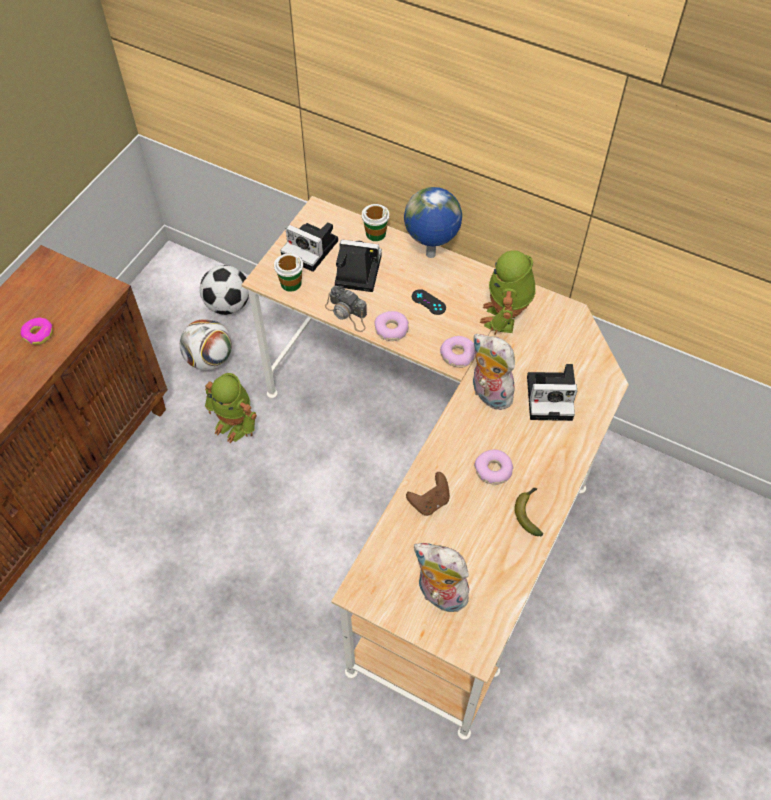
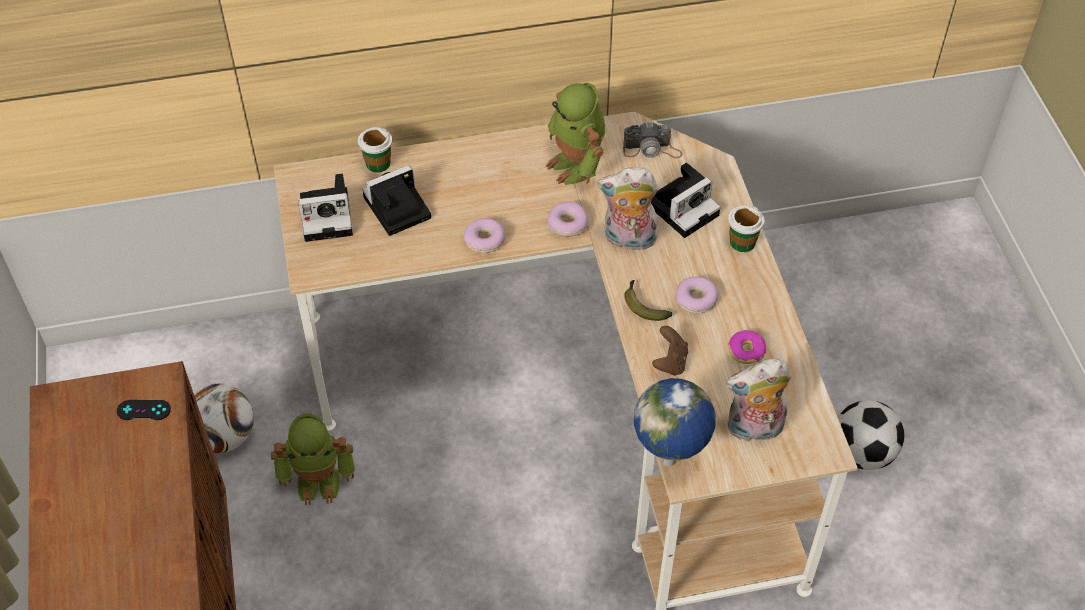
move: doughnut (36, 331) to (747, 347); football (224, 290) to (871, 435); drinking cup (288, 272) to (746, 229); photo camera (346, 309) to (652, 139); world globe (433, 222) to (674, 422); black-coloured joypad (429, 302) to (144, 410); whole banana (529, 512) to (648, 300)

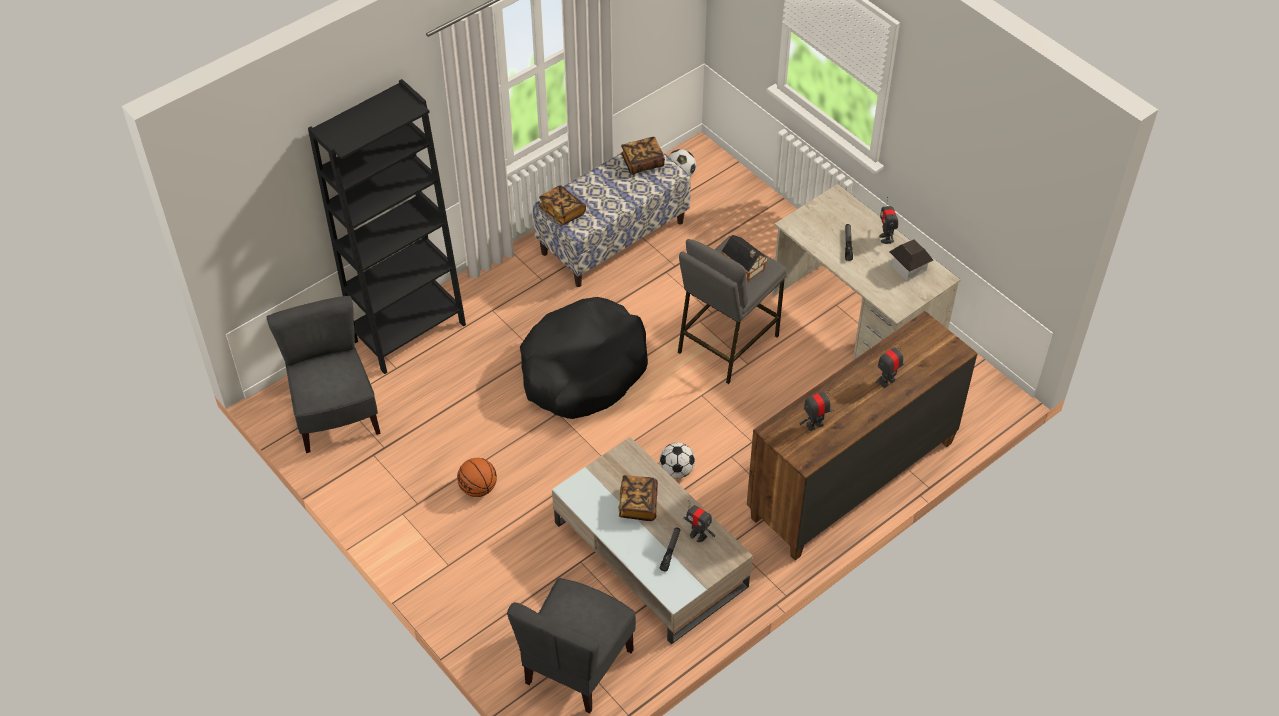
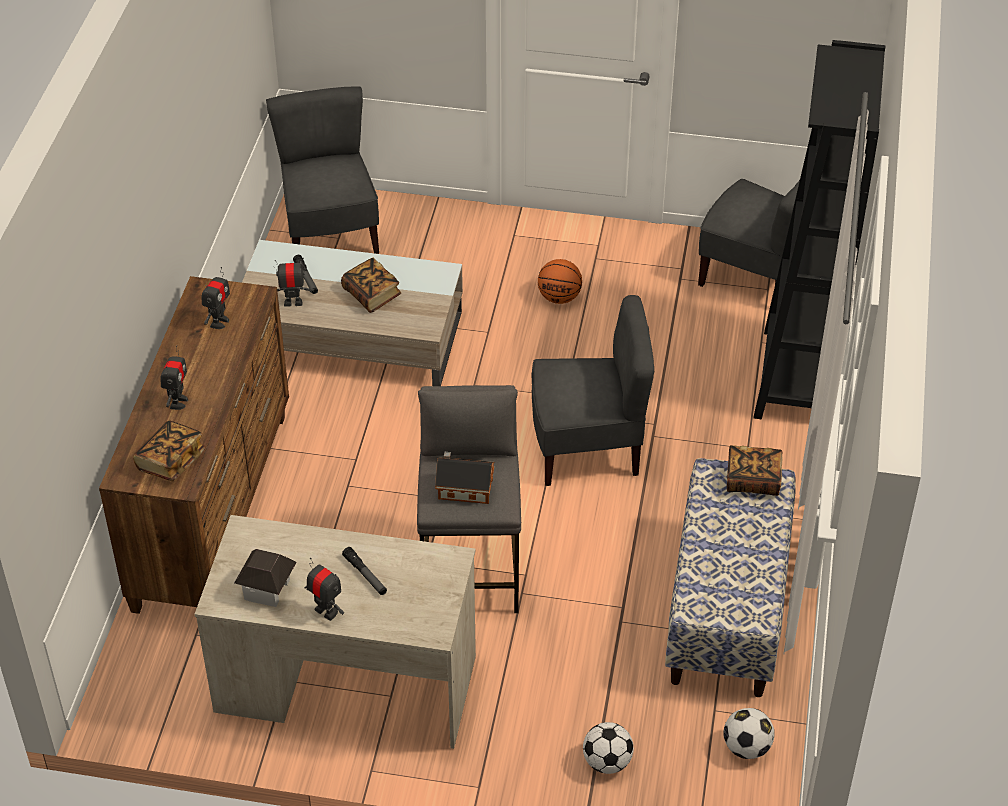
move: volume (643, 156) to (169, 450); football (677, 460) to (608, 748)
replace: black-coloured pet bed (584, 358) to gray plain chair (593, 390)

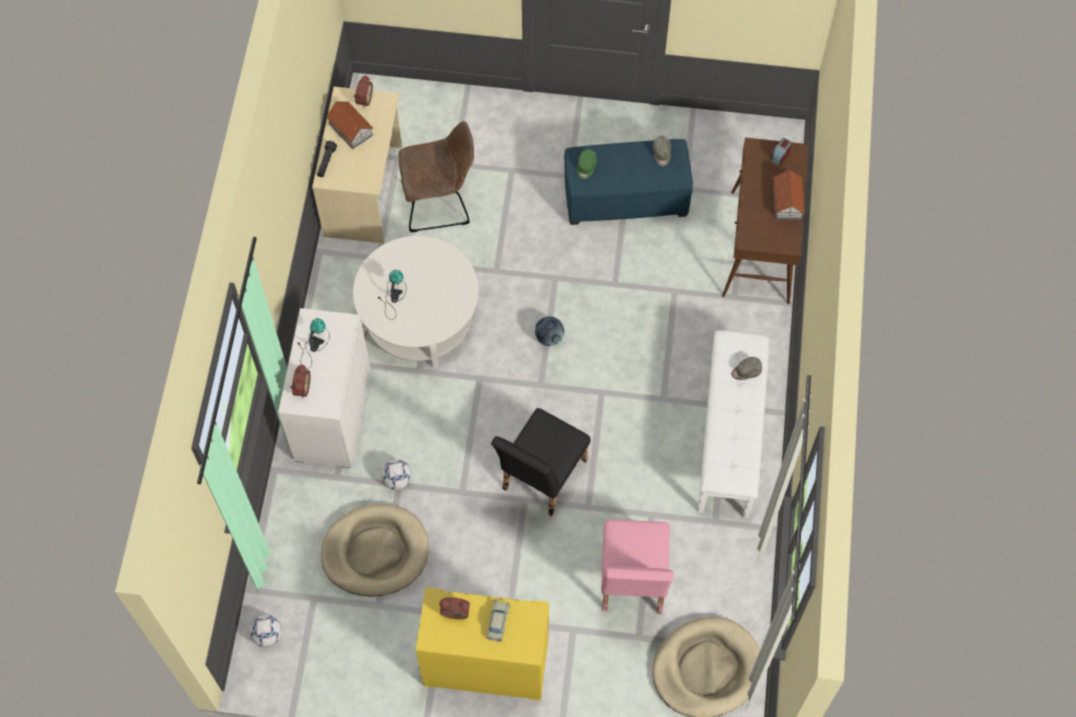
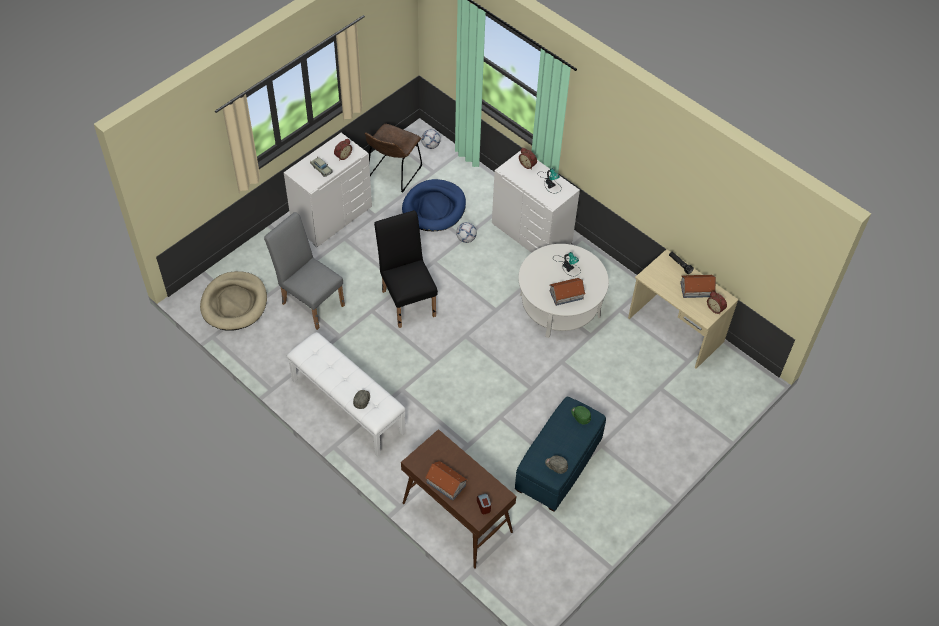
delete: football (549, 331)
insert: model house (567, 292)
move: brown-coloured plain chair (436, 176) to (393, 158)
recolor: beige-coloured pet bed (375, 550) to blue-coloured pet bed (434, 205); yellow-coloured chest of drawers (482, 644) to whitish chest of drawers (328, 190); pinkish plain chair (637, 566) to gray plain chair (304, 271)

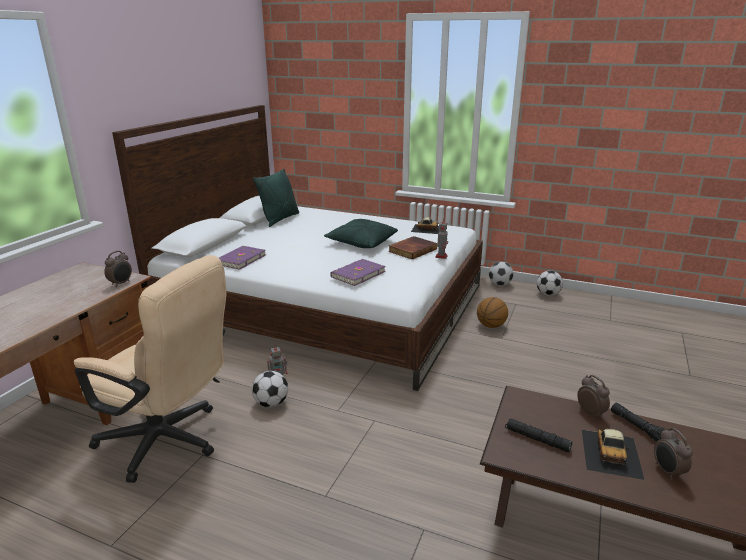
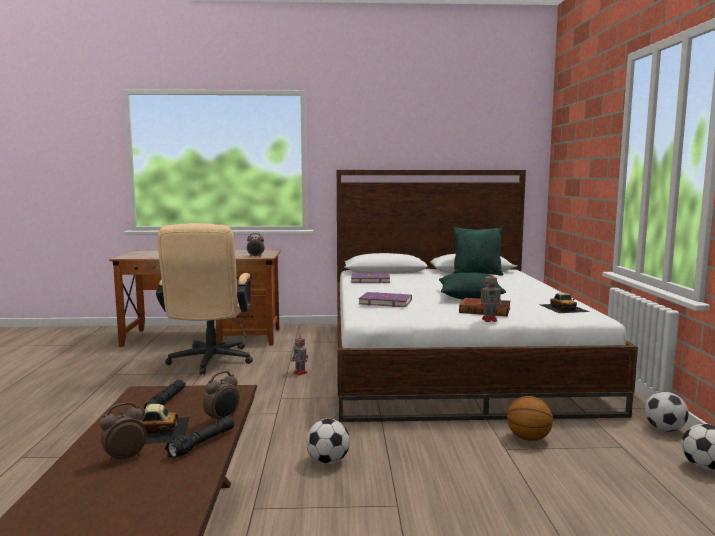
move: football (270, 389) to (328, 441)

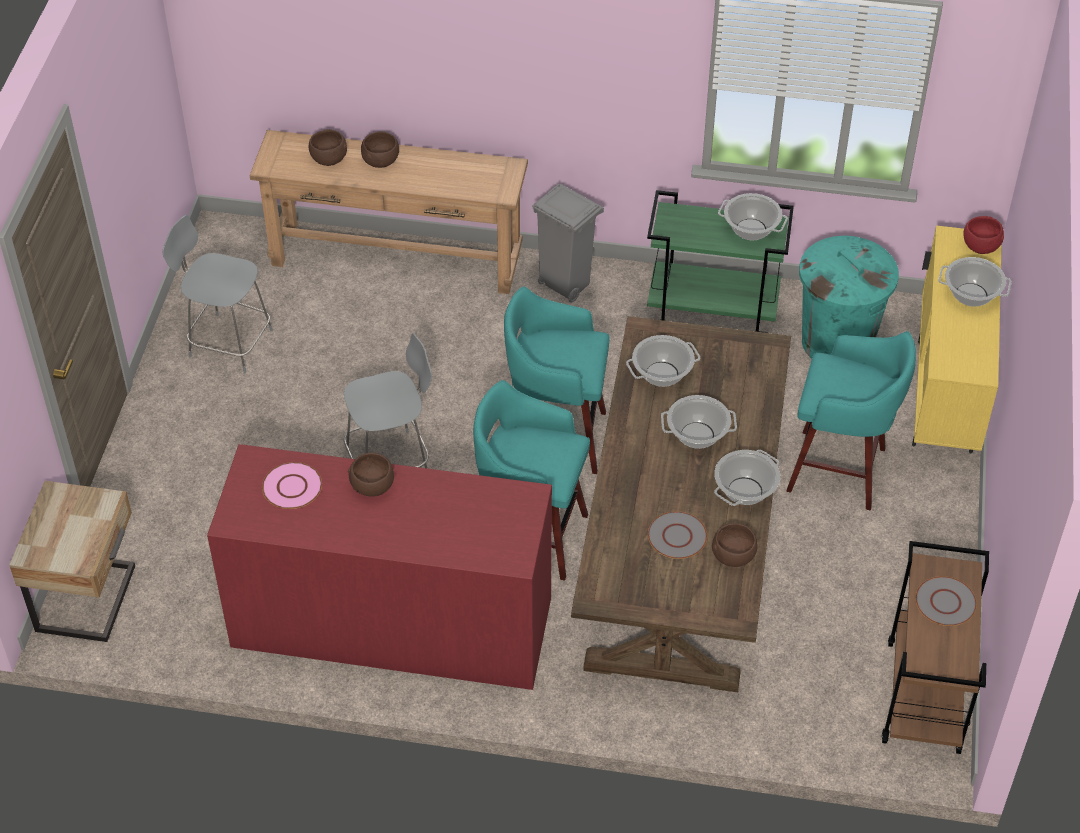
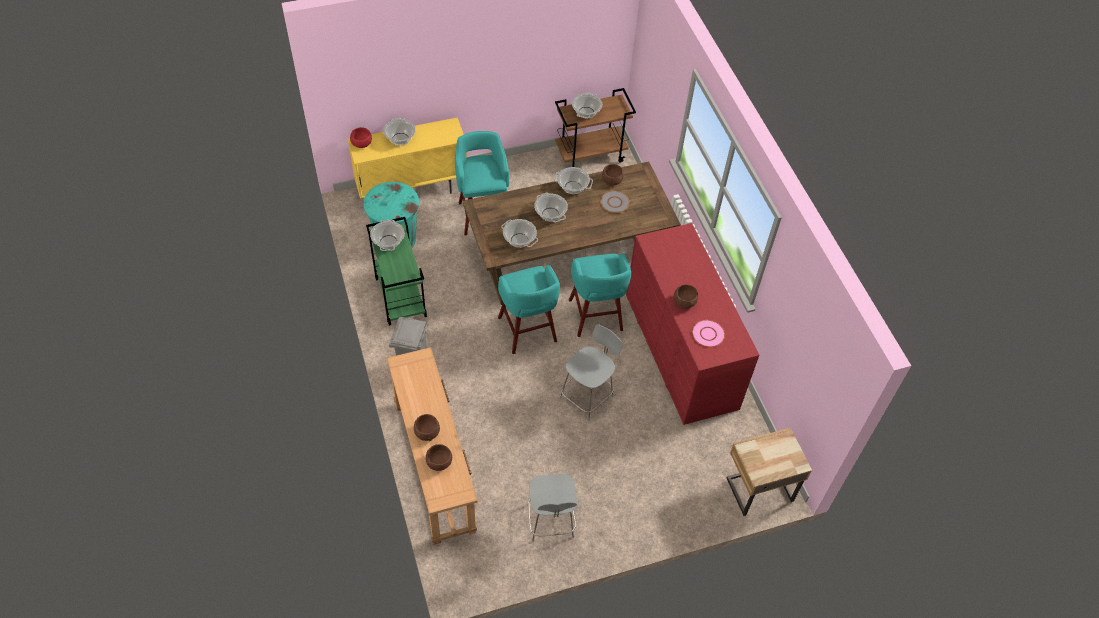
replace: gray dinner plate (946, 601) to stockpot (587, 105)
rotate: gray plain chair (388, 400) = (591, 372) 90 degrees clockwise

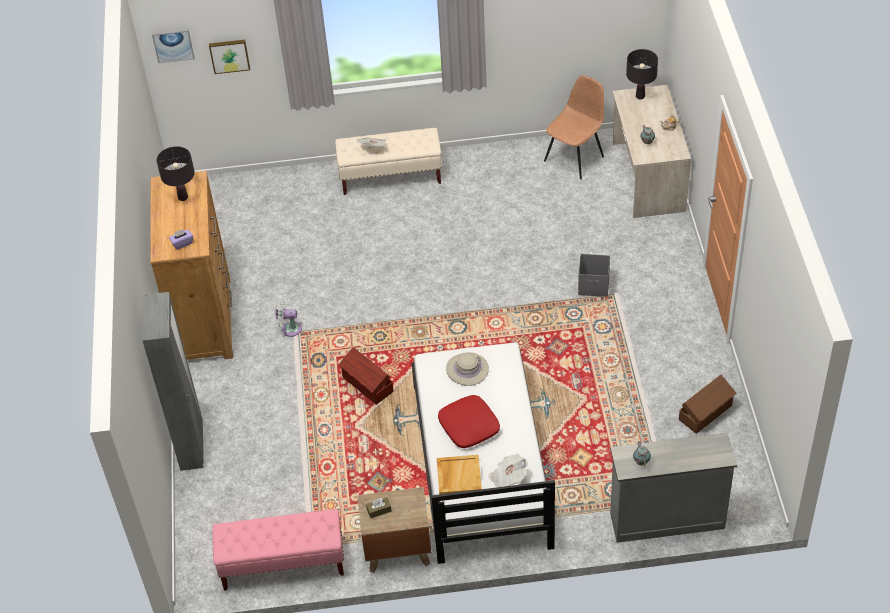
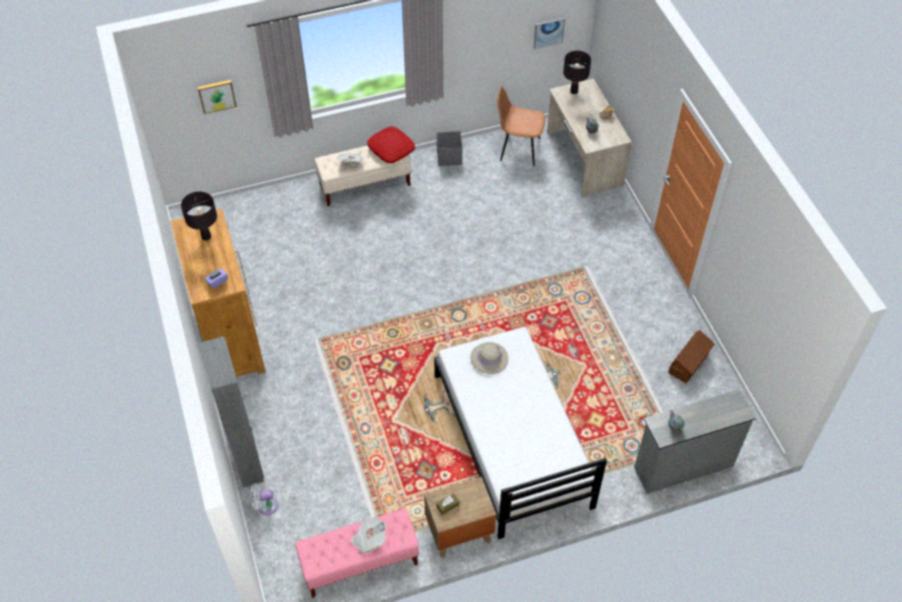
delete: brown-coloured storage box (366, 376); beige-coloured serving tray (459, 475)
move: wall art (173, 46) to (549, 34); whitish fan (288, 318) to (264, 499); reddish throw pillow (469, 421) to (391, 145); printed paper (508, 470) to (369, 535); gray storage box (594, 275) to (449, 148)
rotate: brown-coloured plain chair (574, 127) = (521, 126) 105 degrees counterclockwise

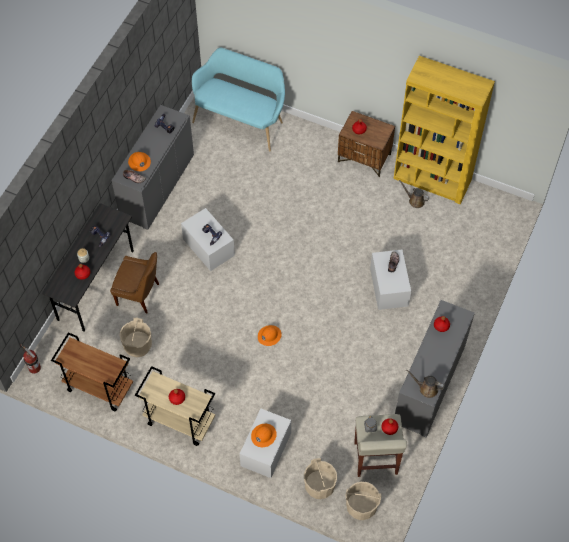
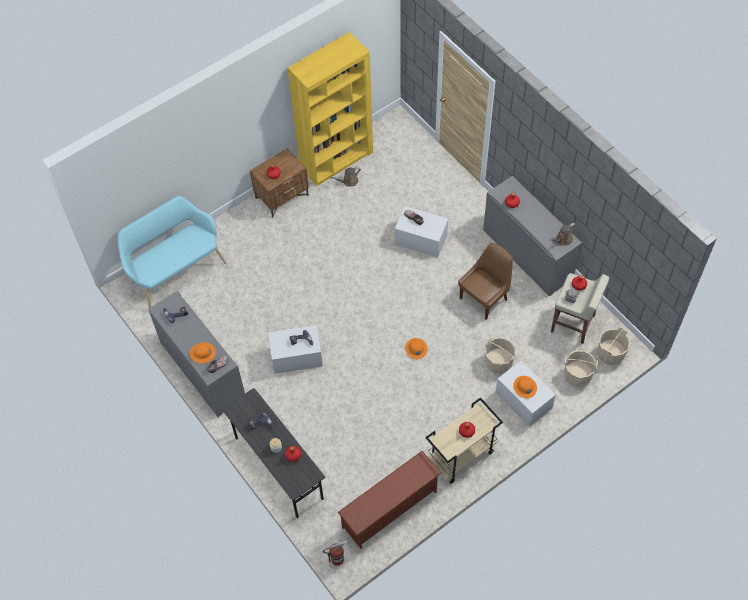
move: brown-coloured plain chair (134, 283) to (485, 281); beige-coloured pail (136, 337) to (500, 355)
replace: brown-coloured cart (92, 371) to brown-coloured shoe stand (389, 500)

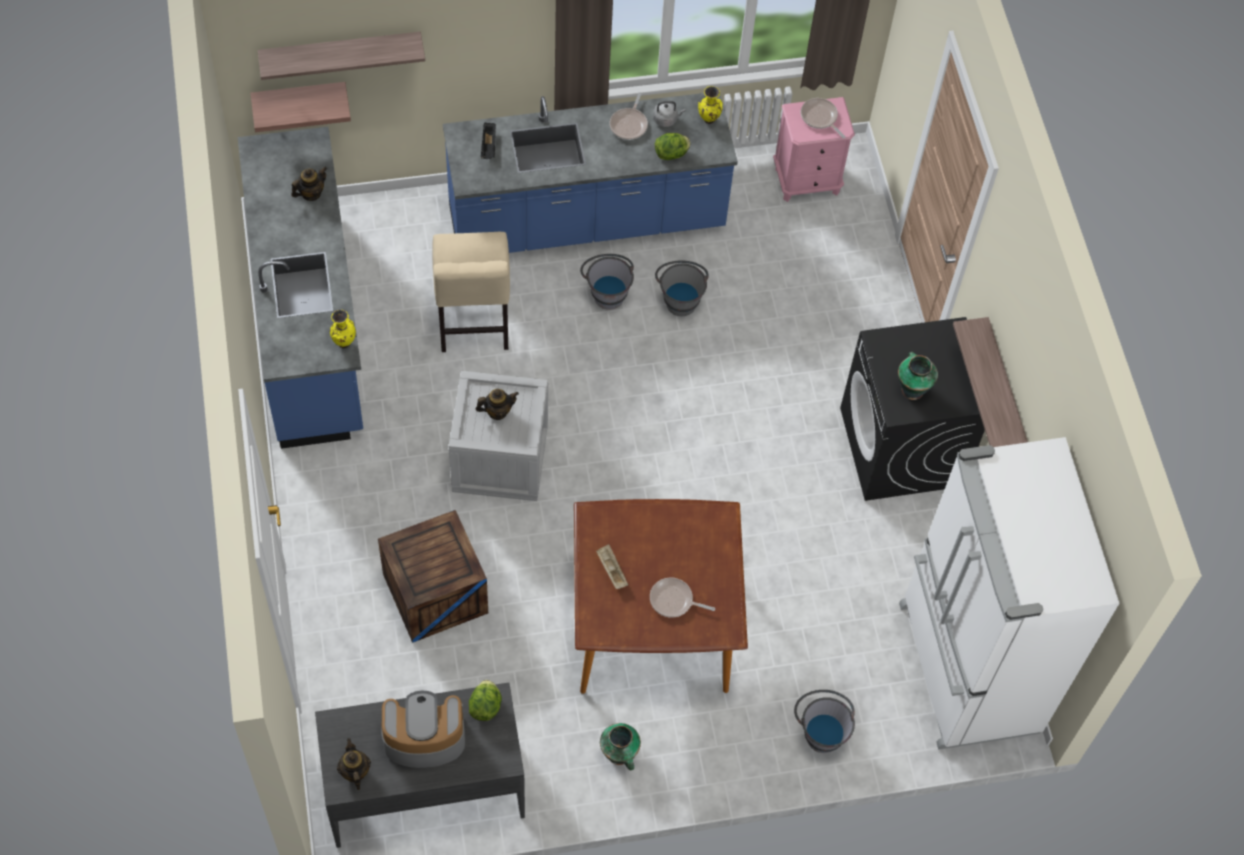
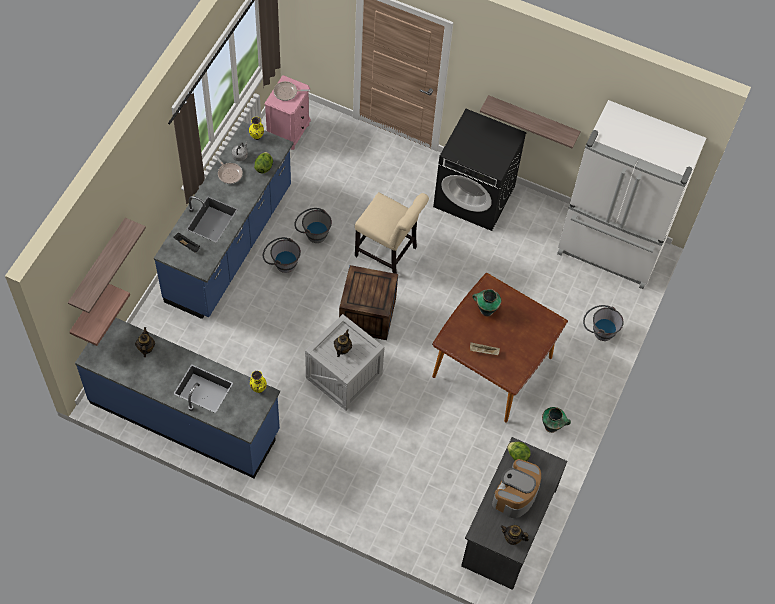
delete: frying pan (682, 598)
move: crate (433, 576) to (368, 302); beige-coloured plain chair (471, 292) to (392, 233); flower vase (918, 376) to (486, 302)

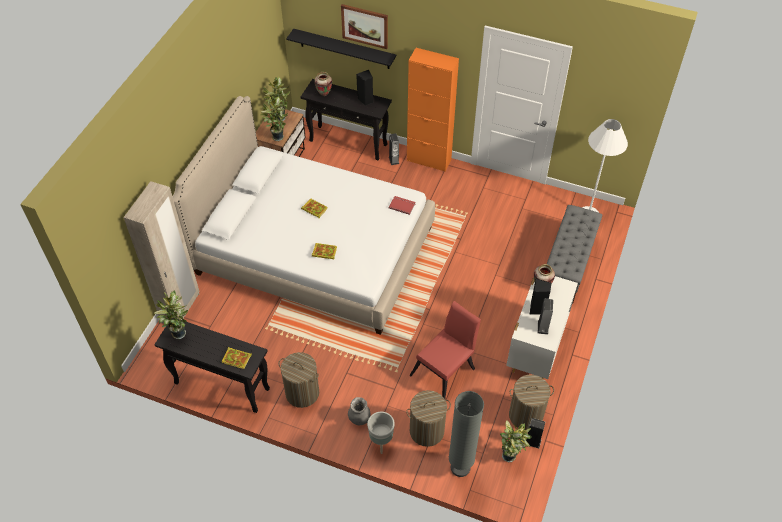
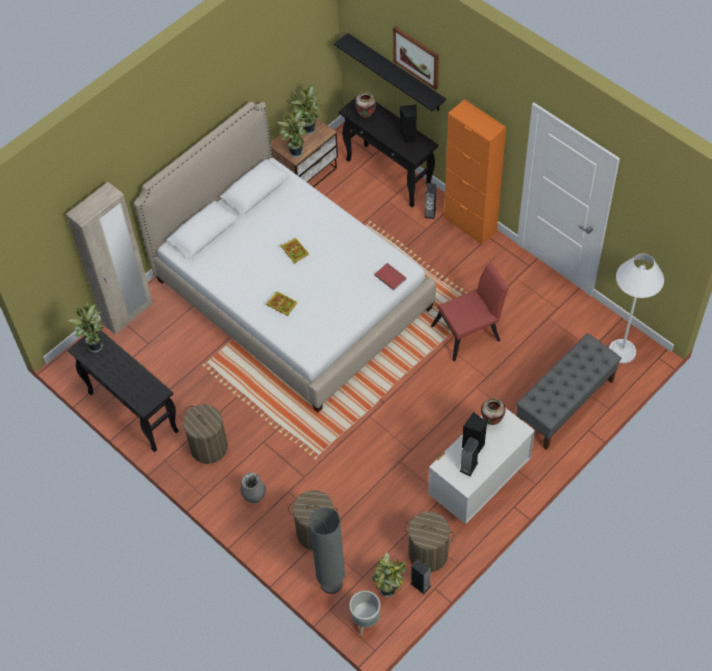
delete: volume (237, 358)
move: gray planter (381, 433) to (365, 613); reddish plain chair (445, 350) to (470, 311)

